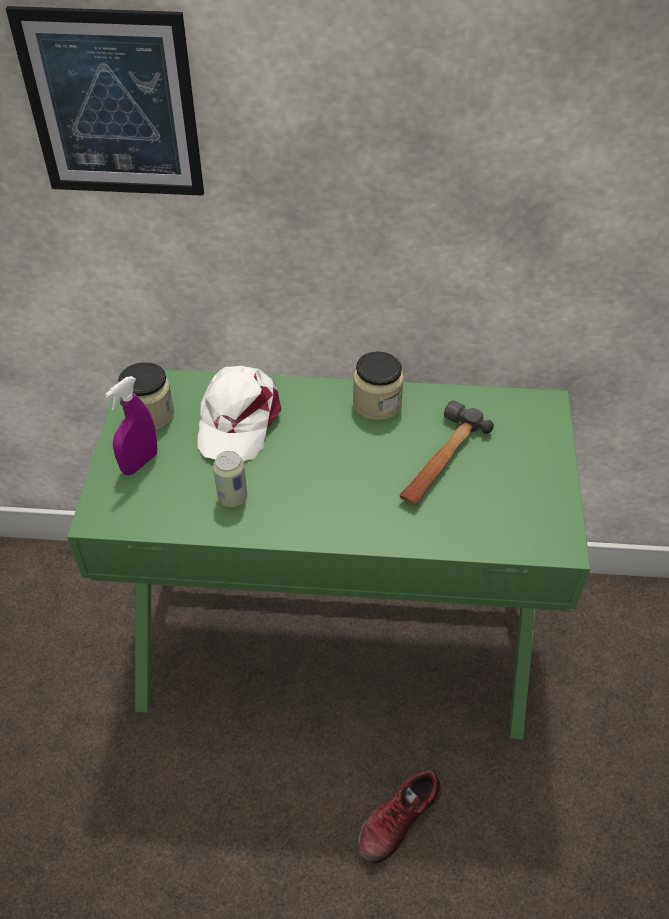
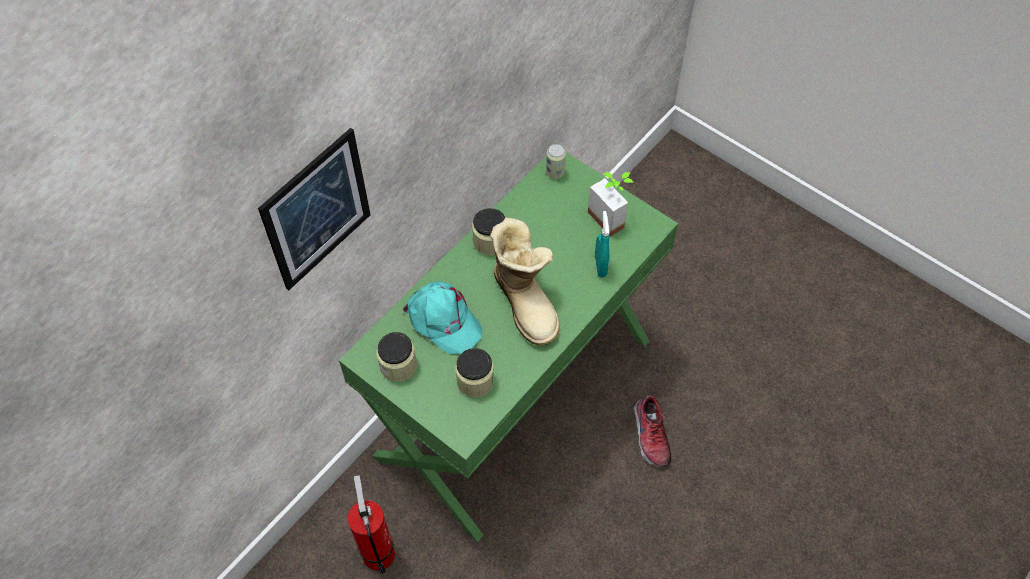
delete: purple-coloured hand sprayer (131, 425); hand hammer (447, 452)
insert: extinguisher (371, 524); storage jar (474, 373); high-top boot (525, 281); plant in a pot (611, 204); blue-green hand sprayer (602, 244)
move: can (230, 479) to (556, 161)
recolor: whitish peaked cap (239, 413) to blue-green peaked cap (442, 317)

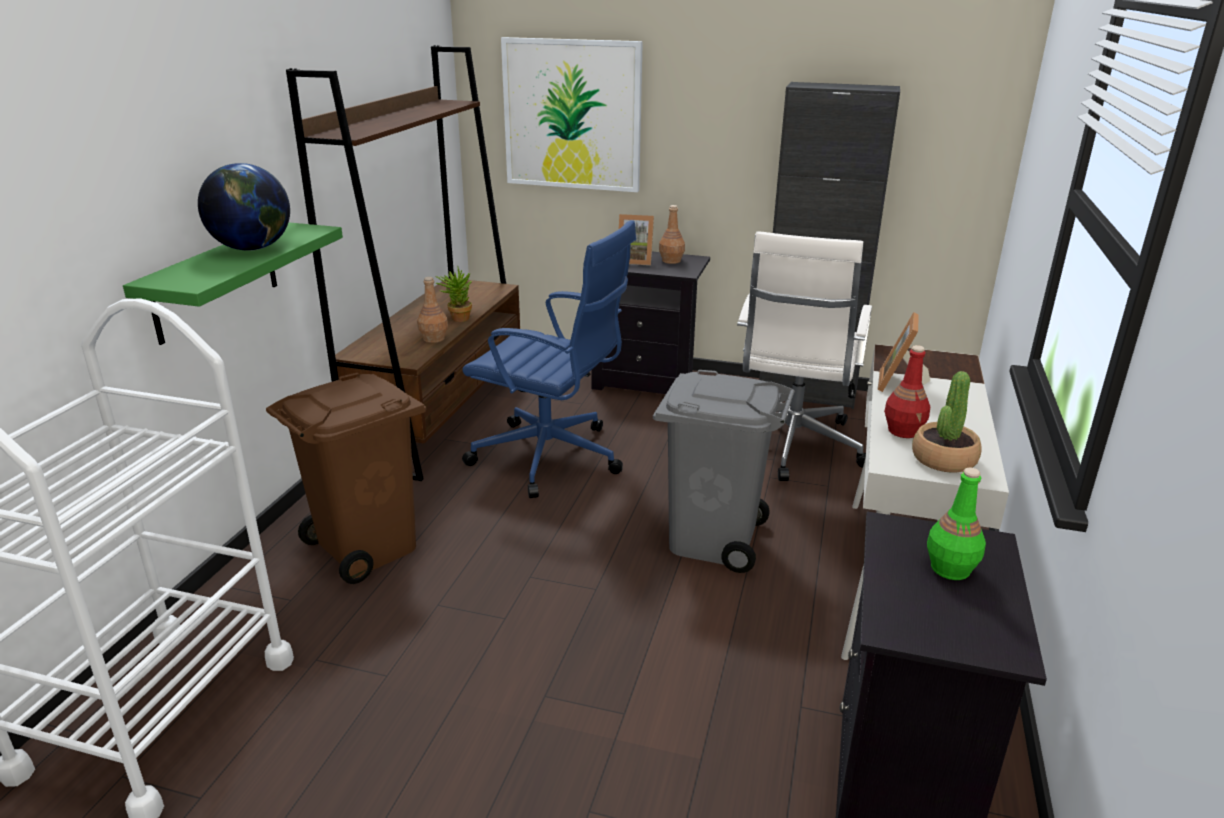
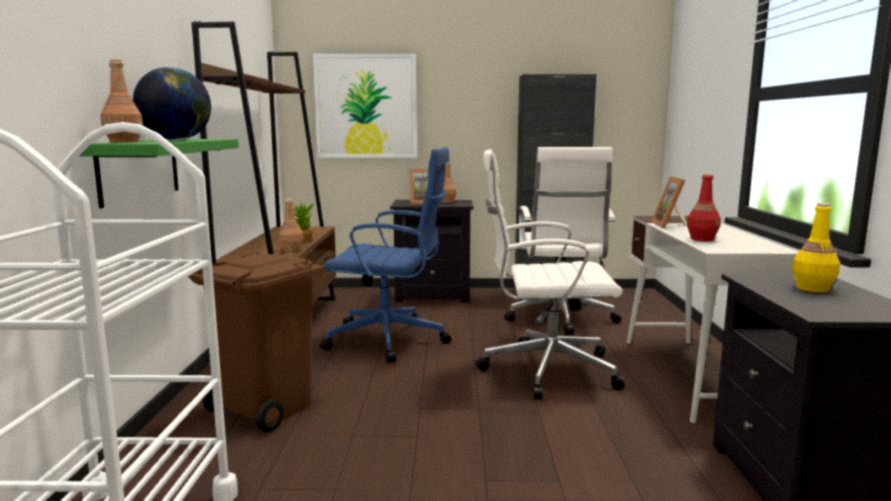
delete: plant in a pot (947, 421)
insert: brown-coloured drink bottle (122, 100)
replace: gray trash can (724, 471) to whitish office chair (550, 274)
recolor: green drink bottle (956, 523) to yellow-coloured drink bottle (816, 247)

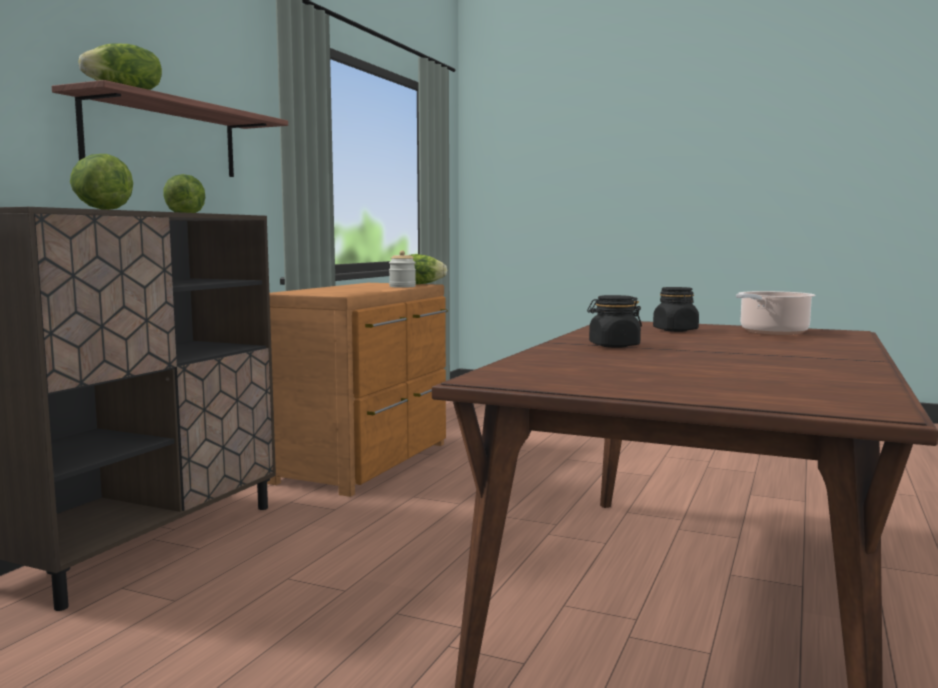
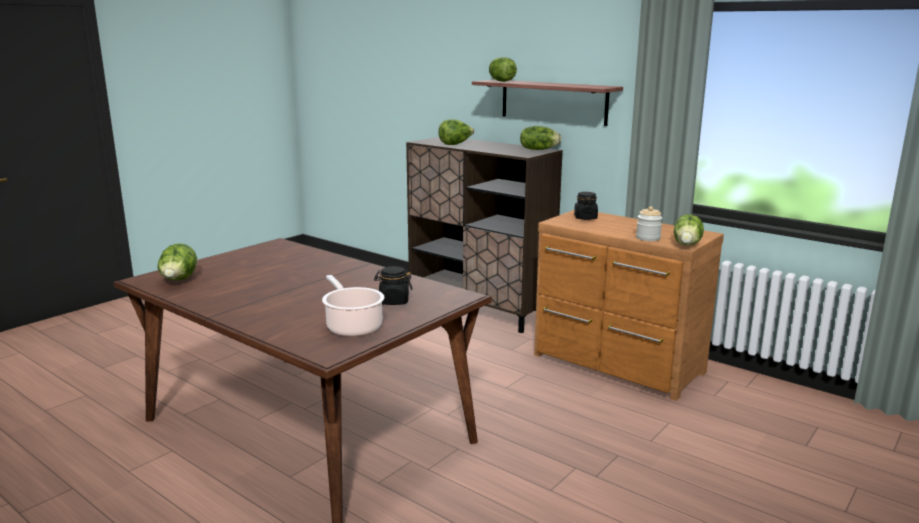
insert: head of lettuce (177, 261)
move: black-coloured storage jar (614, 321) to (586, 206)

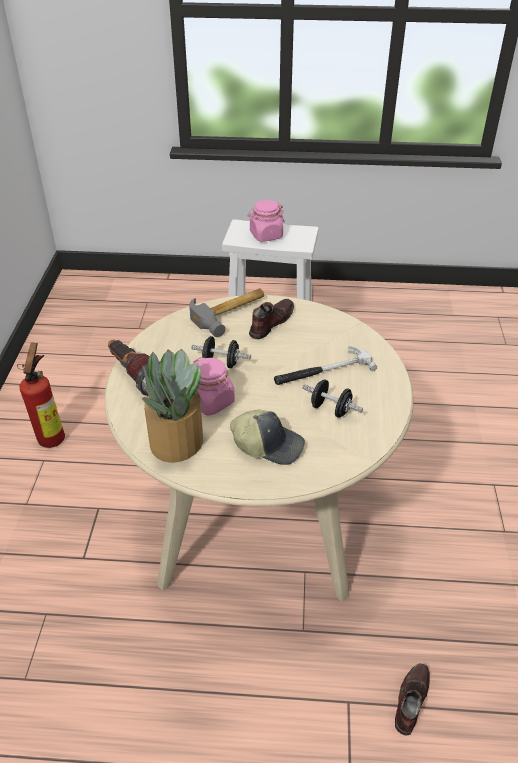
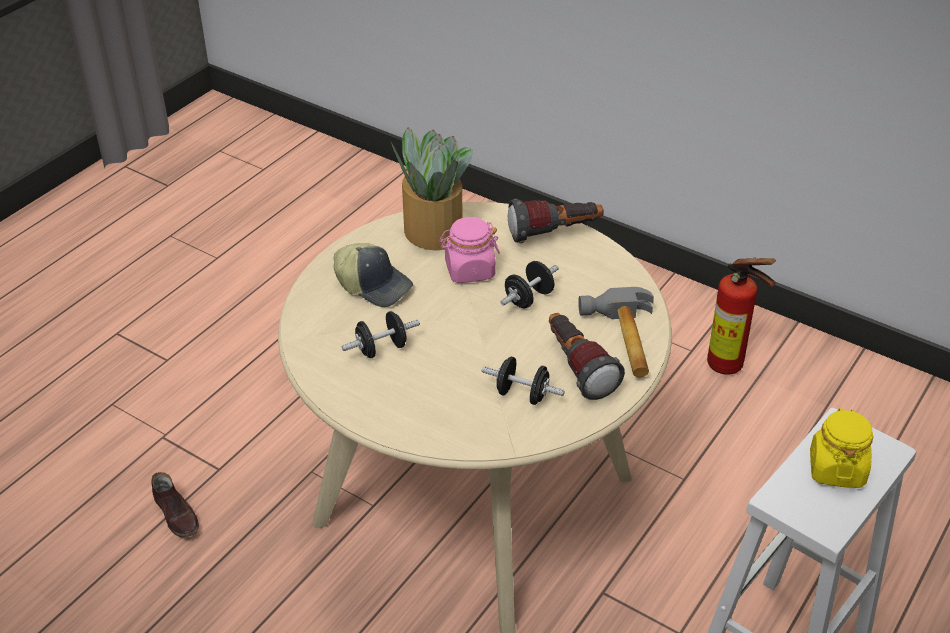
delete: hand hammer (325, 365)
insert: black-coloured free weight (523, 381)
replace: brown-coloured low shoe (271, 319) to torch (587, 356)
recolor: pinkish storage jar (266, 221) to yellow-coloured storage jar (841, 448)
rotate: peaked cap (267, 437) = (373, 275) 105 degrees counterclockwise

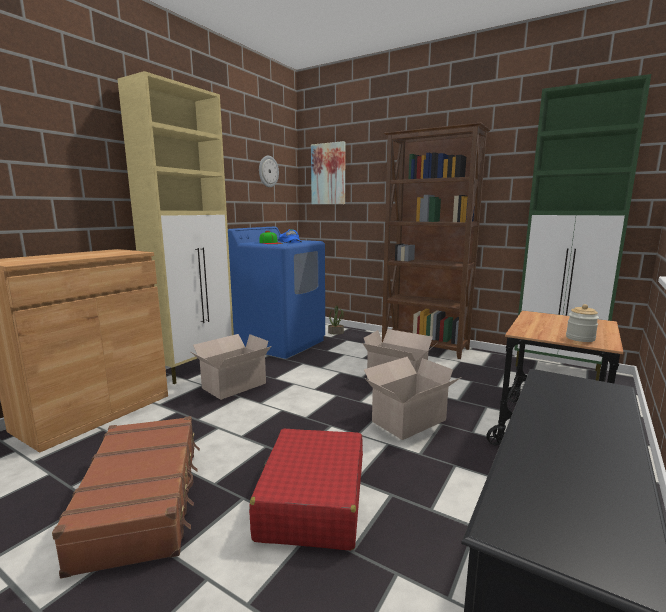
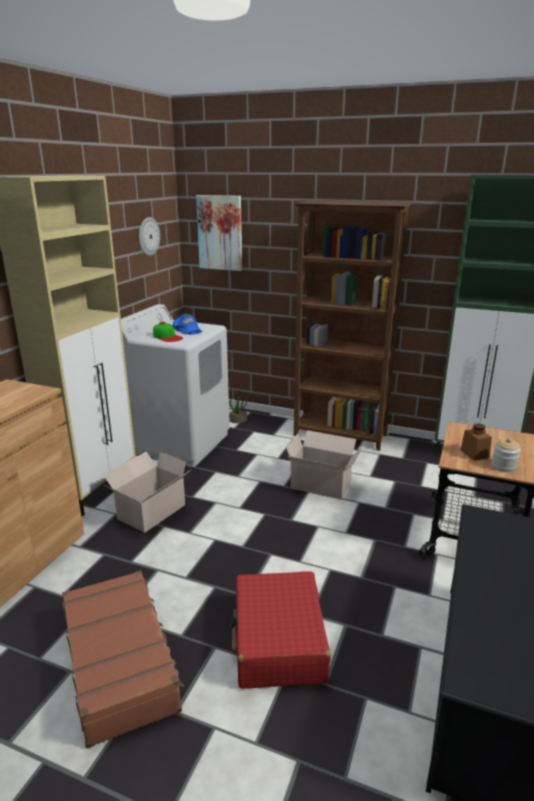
delete: packing box (413, 398)
insert: brown-coloured storage jar (476, 442)
recolor: blue-coloured washing machine (276, 293) to whitish washing machine (175, 385)

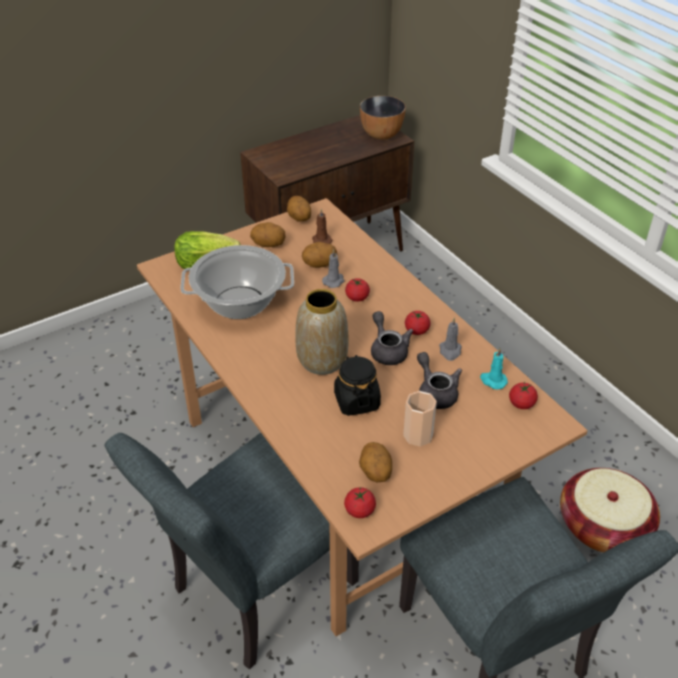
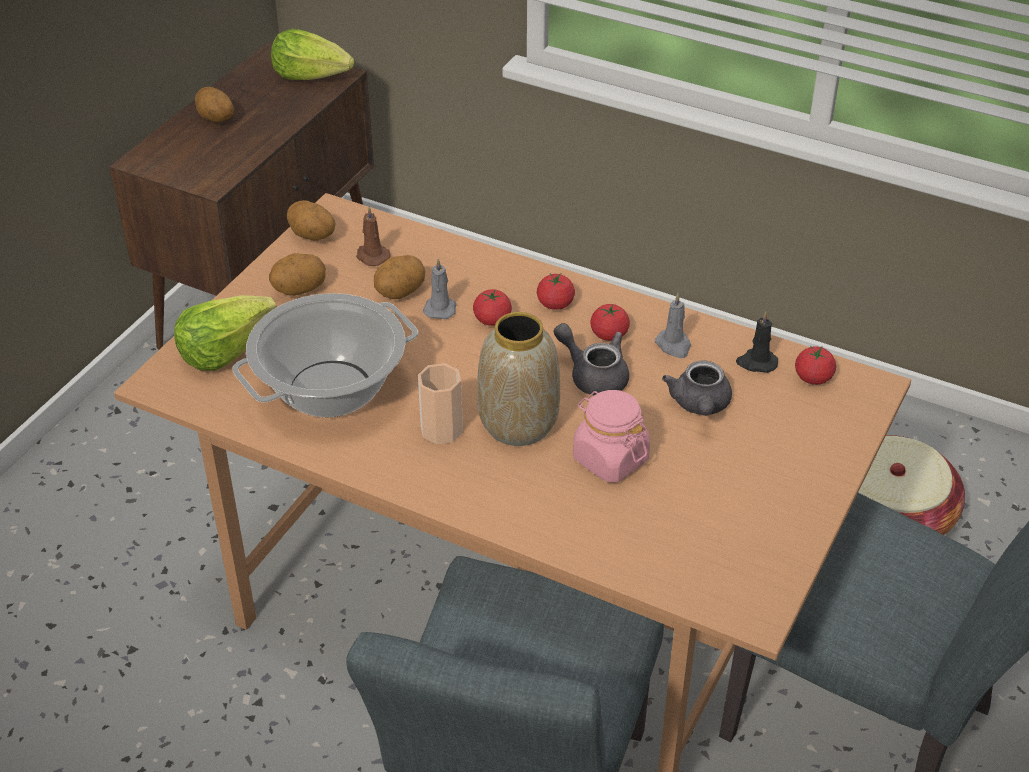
move: tomato (360, 502) to (556, 291); whole potato (375, 462) to (214, 104); drinking cup (420, 418) to (440, 403)
replace: serving bowl (383, 118) to head of lettuce (312, 54)
recolor: black-coloured storage jar (357, 385) to pinkish storage jar (611, 436); blue-green wax light (494, 368) to black-coloured wax light (757, 342)
rotate: gray pot for tea (439, 380) = (697, 388) 120 degrees counterclockwise

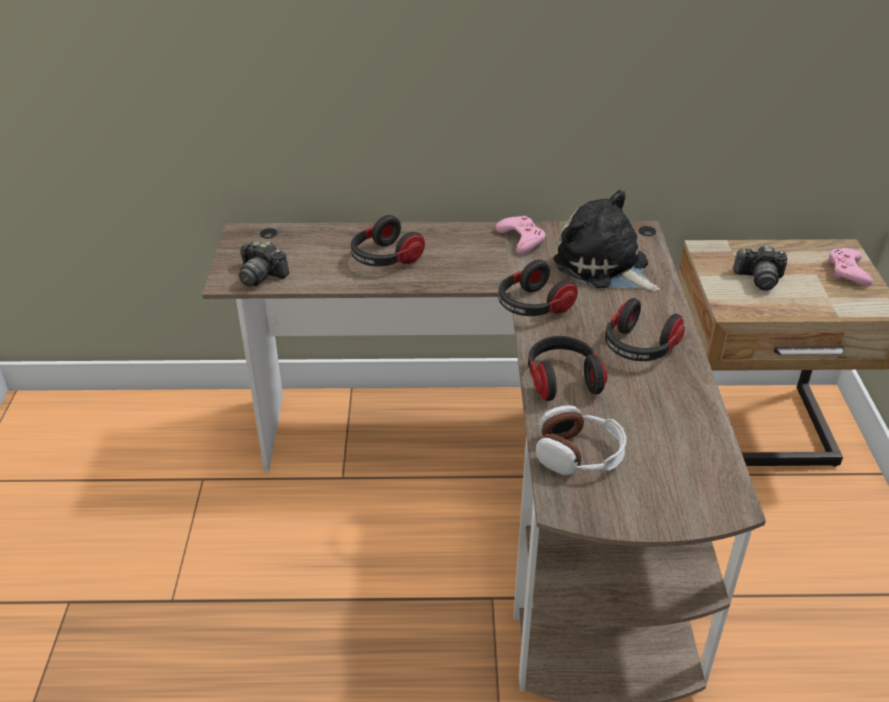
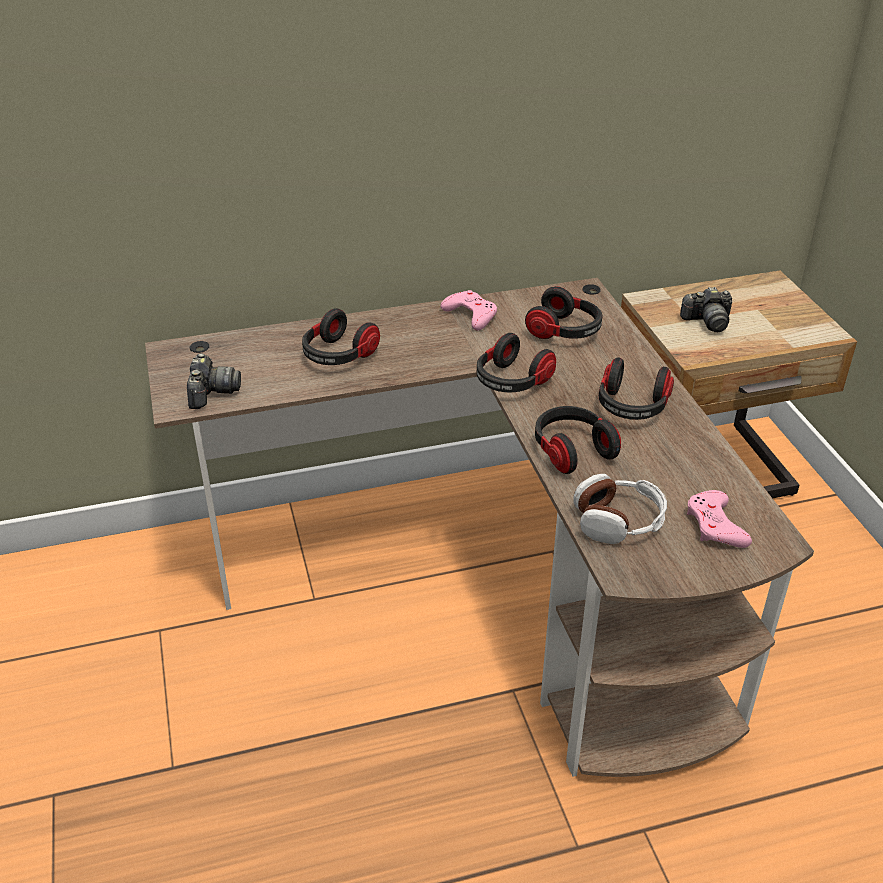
move: pinkish joypad (850, 267) to (719, 519)
replace: plush toy (606, 240) to headset (563, 312)
rotate: photo camera (264, 263) = (214, 381) 105 degrees counterclockwise

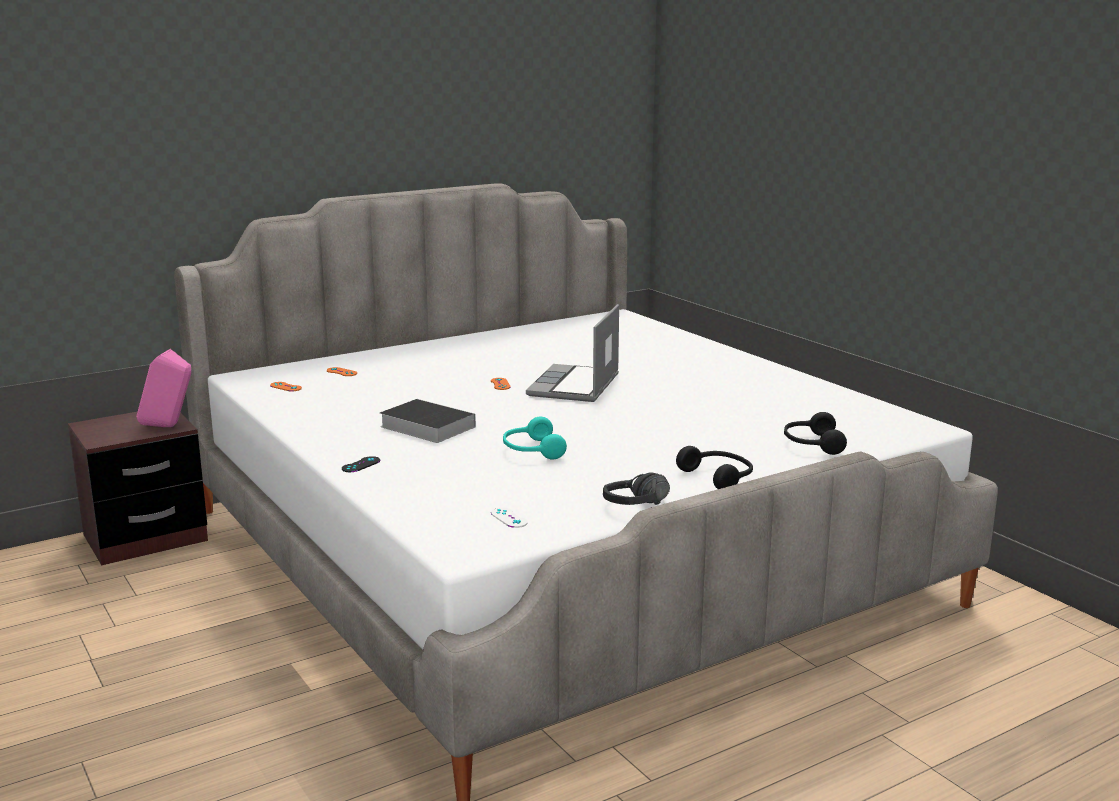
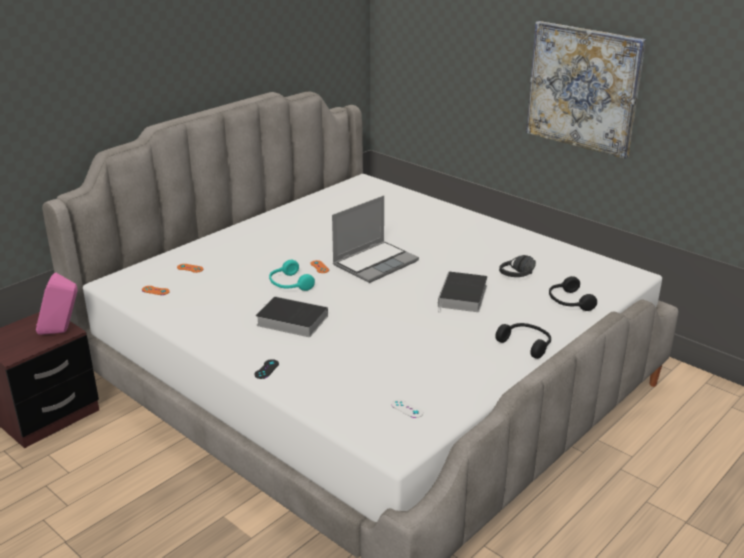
insert: volume (462, 292); wall art (586, 90)
move: blue-green headset (535, 438) to (292, 275); black-coloured headset (636, 488) to (517, 266)
rotate: portable computer (572, 353) = (375, 239) 135 degrees counterclockwise

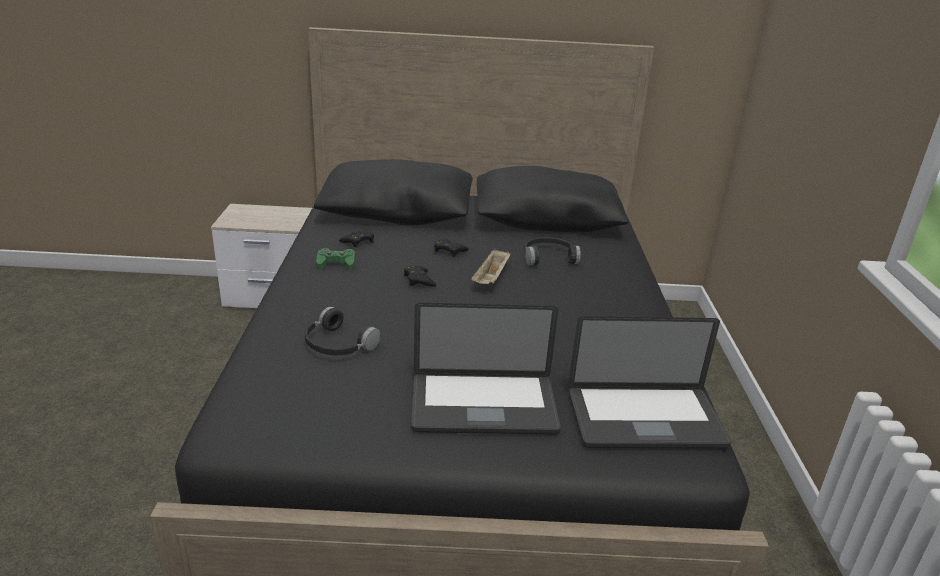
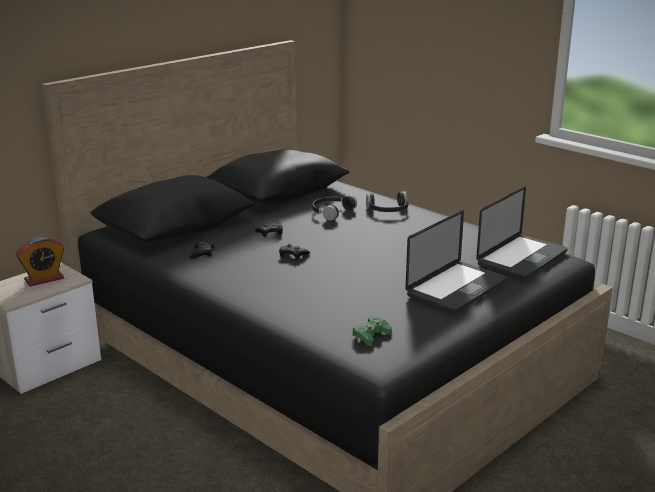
delete: beige-coloured serving tray (491, 266)
insert: bedside clock (40, 262)
move: black-coloured headset (342, 331) to (387, 202); green joypad (335, 259) to (372, 331)

